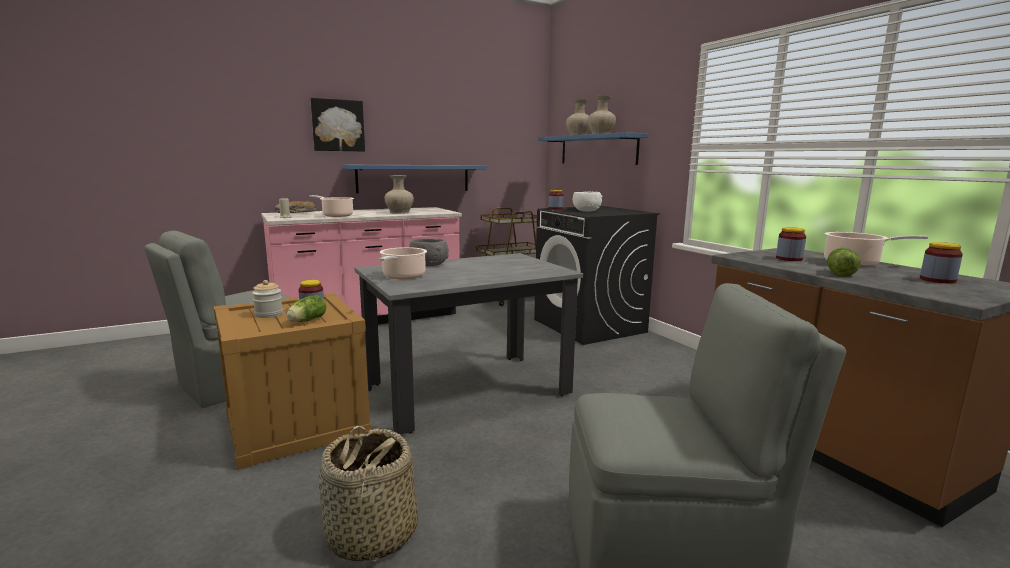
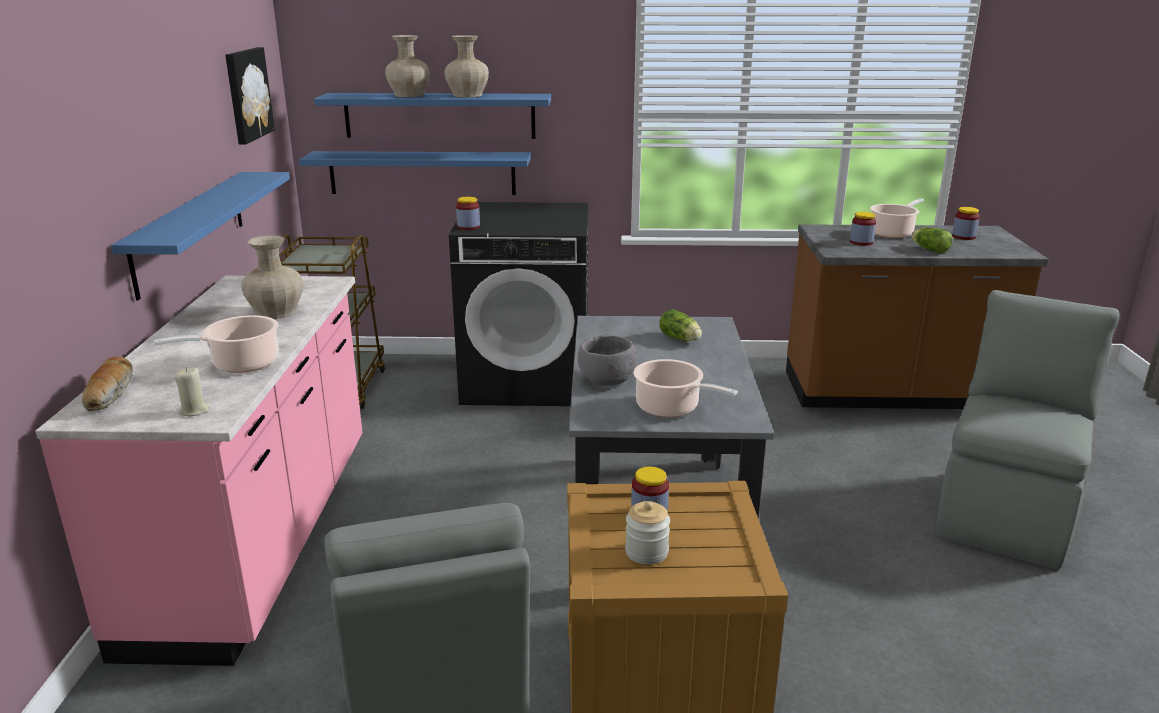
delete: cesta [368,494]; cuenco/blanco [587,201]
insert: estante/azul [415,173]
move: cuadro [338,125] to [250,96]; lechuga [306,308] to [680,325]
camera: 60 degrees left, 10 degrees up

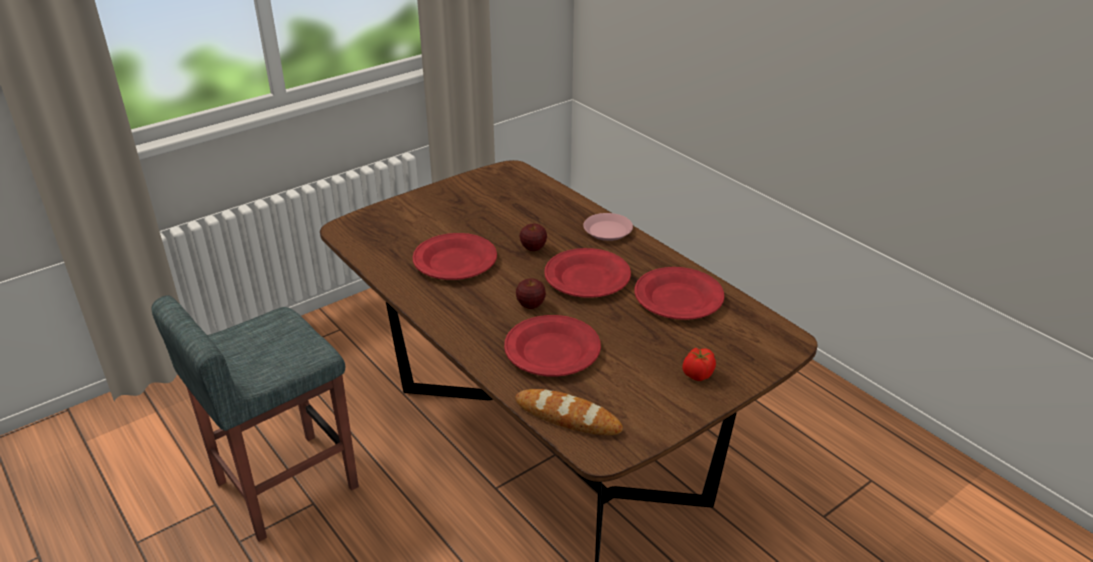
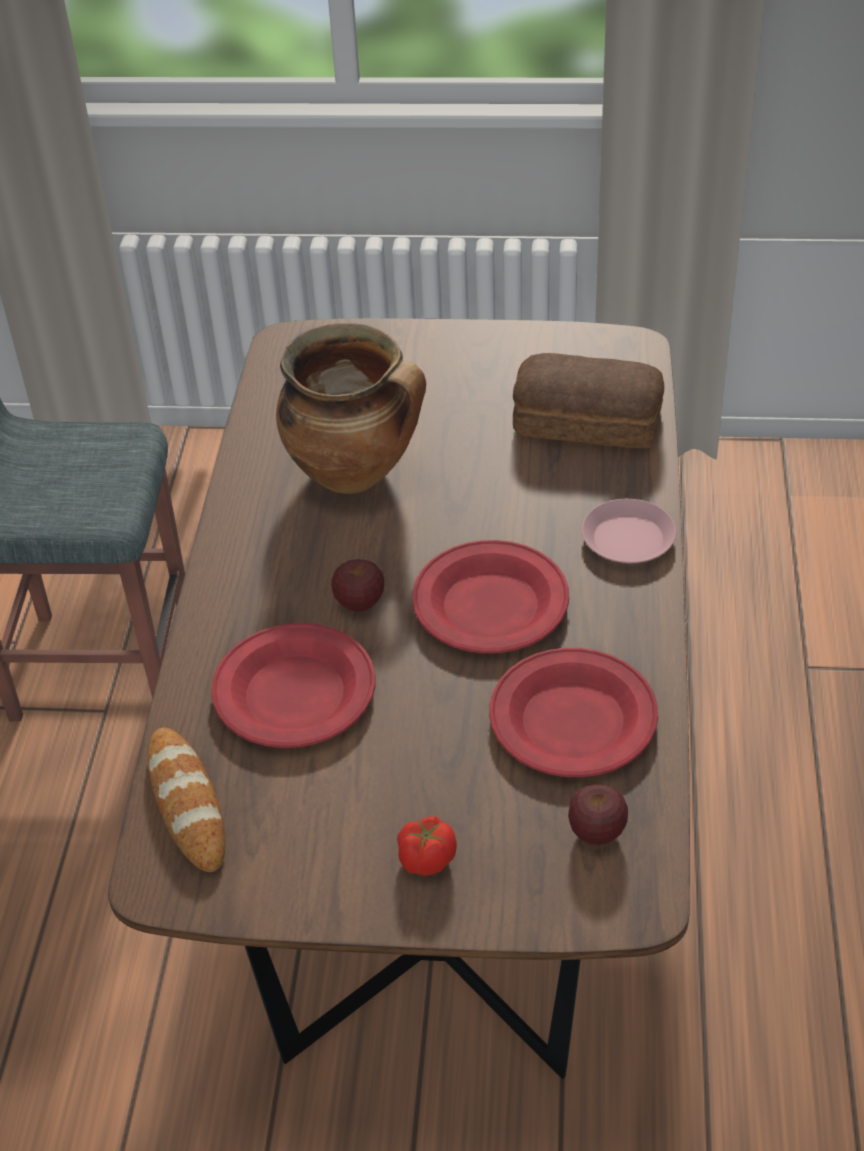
insert: pan [588,400]
move: manzana [533,237] to [598,815]
replace: plato/rojo [455,256] to olla [351,408]
camera: 45 degrees right, 10 degrees up

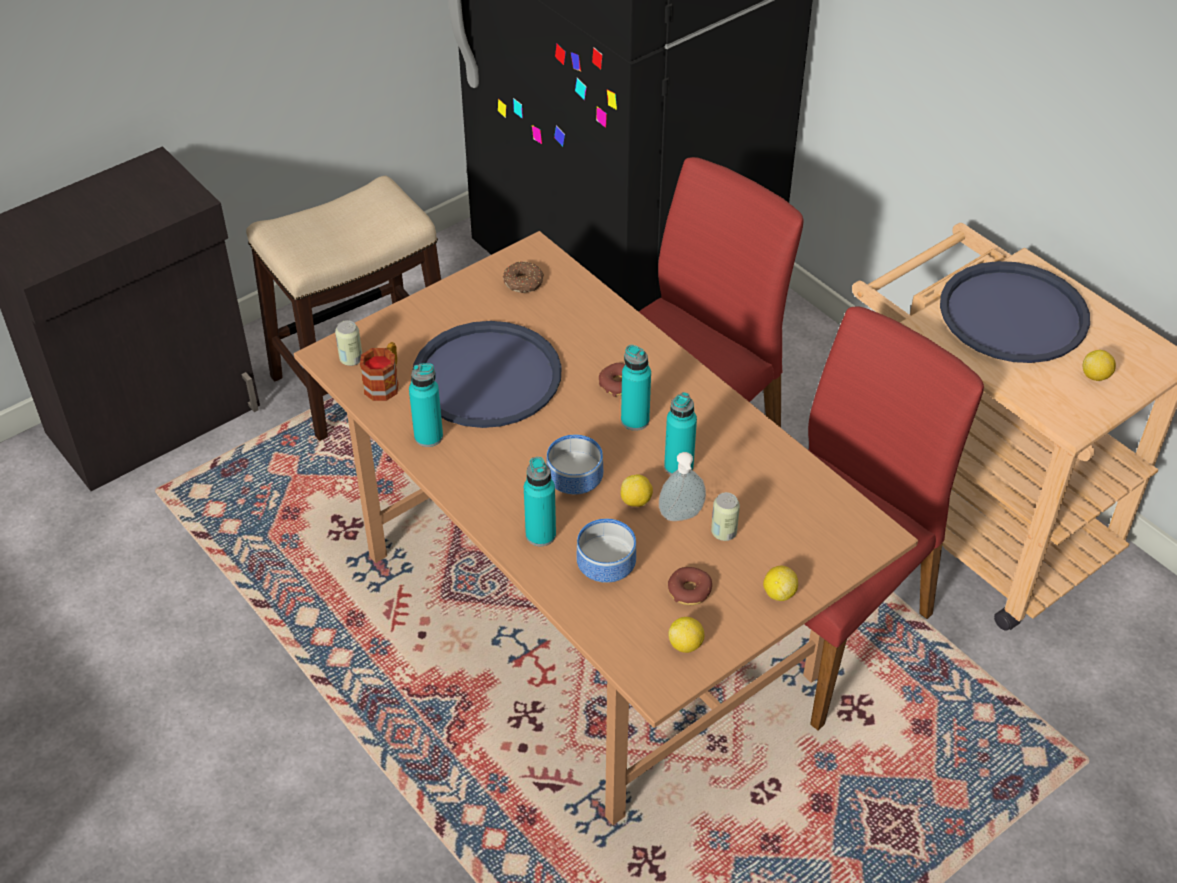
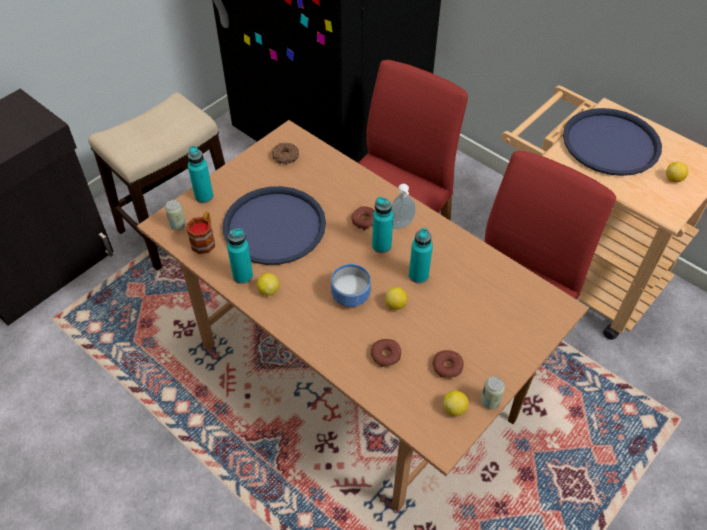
move: botella/turquesa [540,501] to [200,174]; limón [780,583] to [268,284]; dispensador de jabón [682,486] to [403,206]; lata [725,516] to [493,392]
replace: cuenco [606,551] to rosquilla [386,353]
camera: 10 degrees left, 5 degrees up

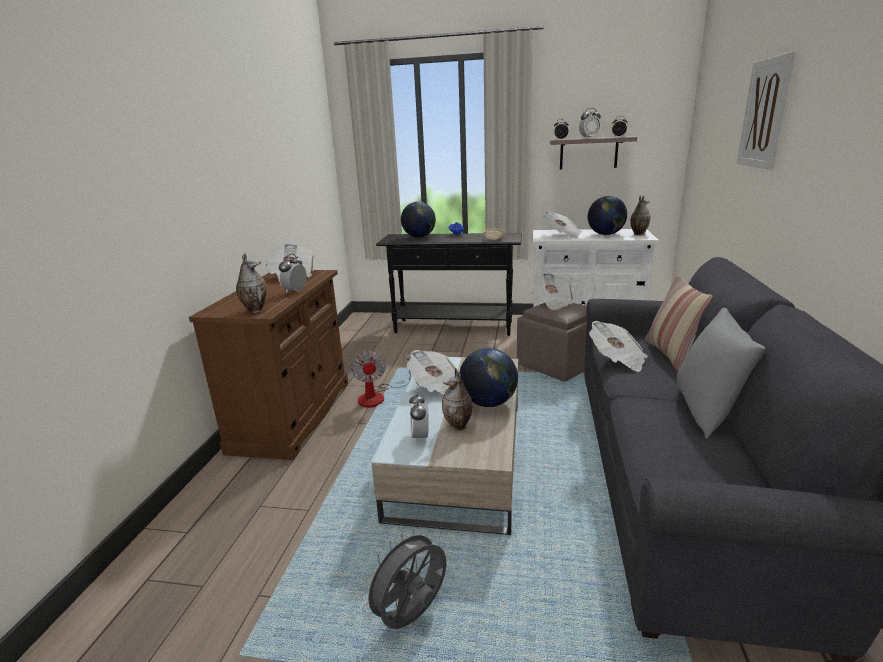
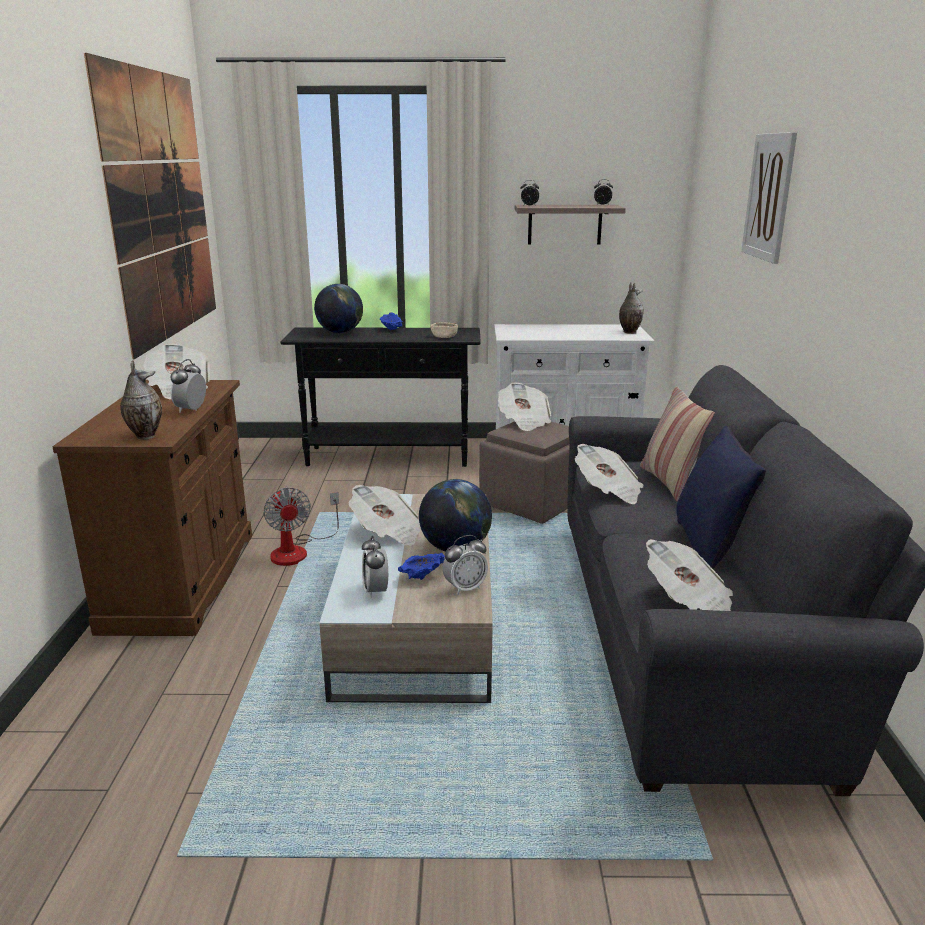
delete: ventilador/gris [403,578]; globo terráqueo [607,215]
insert: cuadro [150,206]
move: despertador [590,123] to [465,565]; periódico [562,224] to [689,575]
replace: florero [457,399] to cuenco/azul [421,566]
recolor: cojín/gris [721,373] to cojín/azul [721,497]
camera: 10 degrees left, 0 degrees up

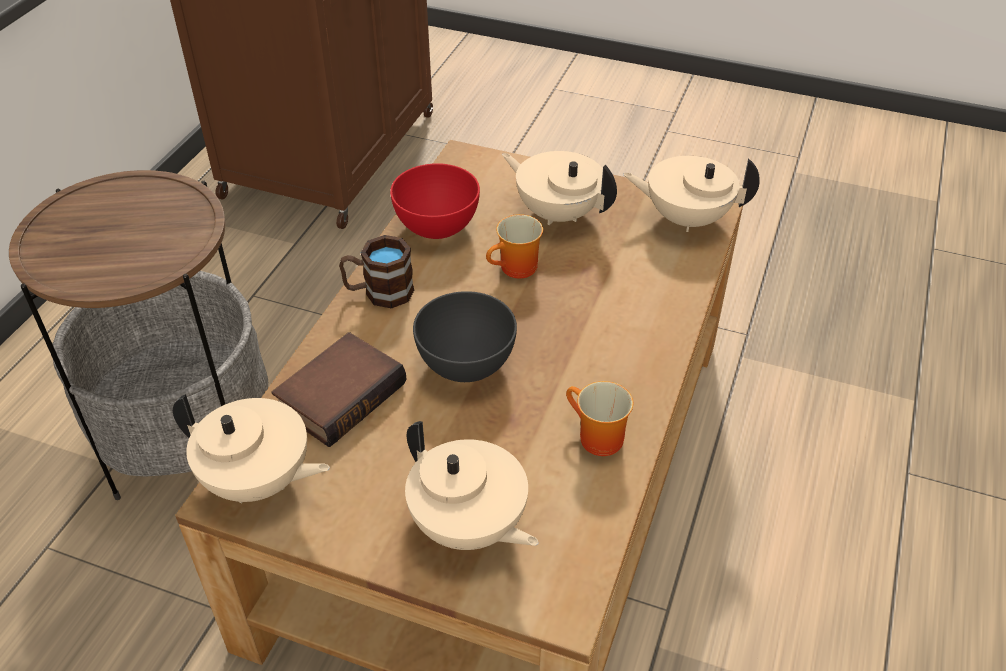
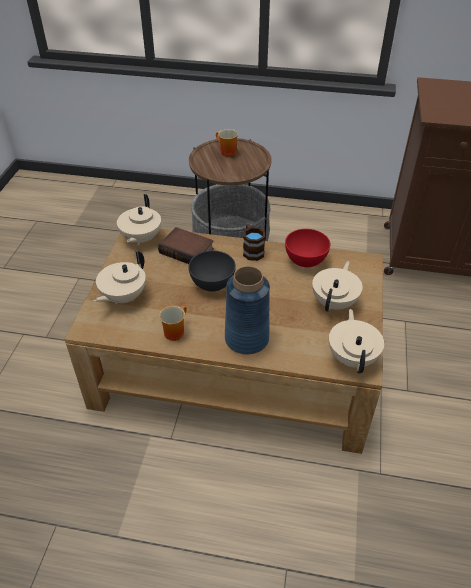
insert: florero/azul [247,310]
move: taza grande [514,246] to [227,143]
camera: 80 degrees right, 0 degrees up

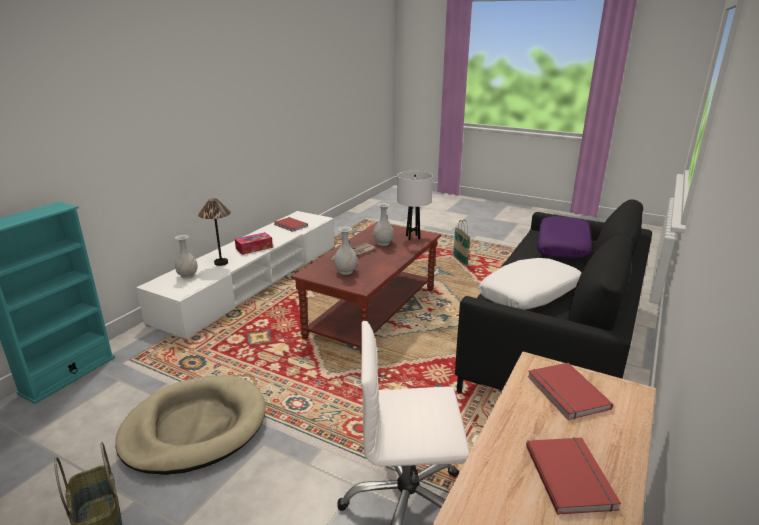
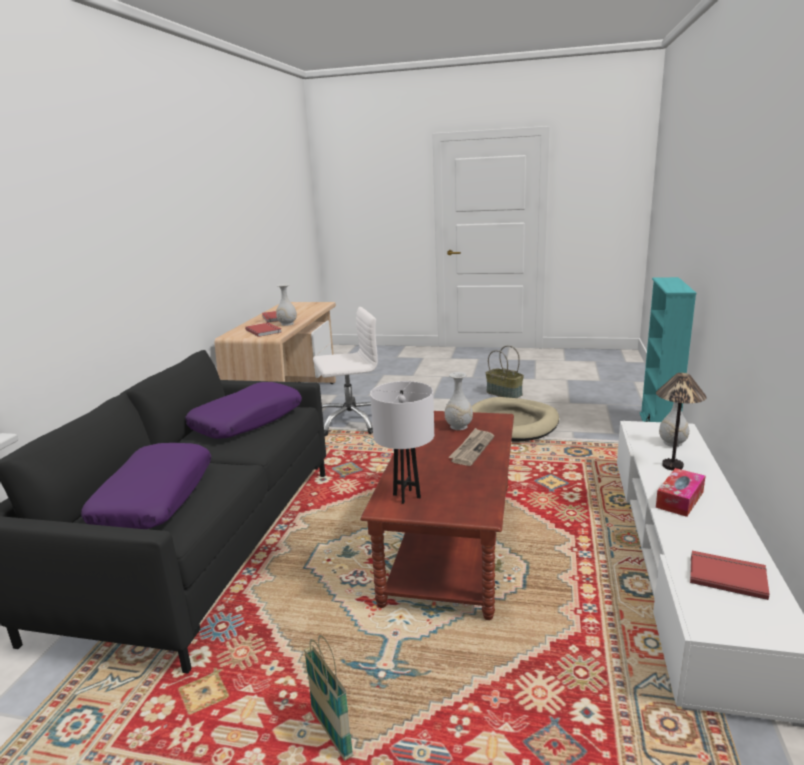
move: florero/blanco [383,224] to [286,305]
recolor: cojín/blanco [530,284] to cojín/morado [243,410]
camera: 165 degrees right, 5 degrees down

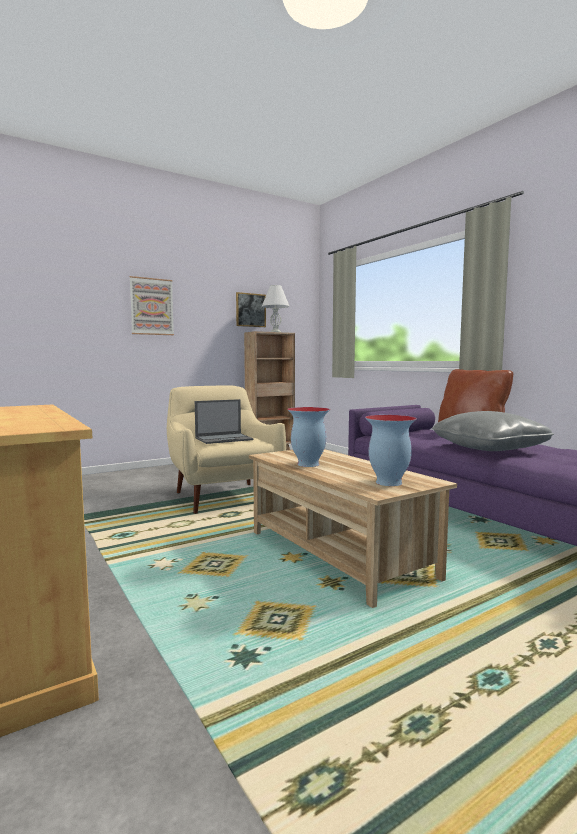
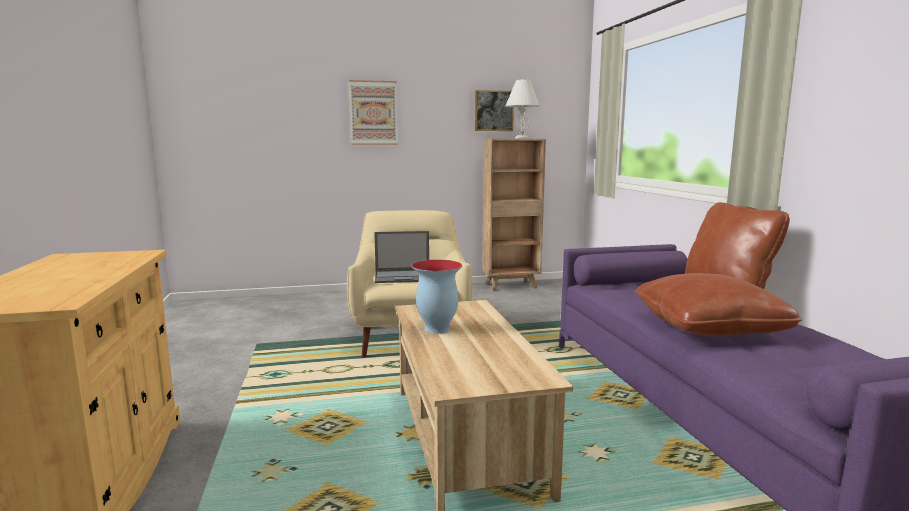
delete: florero [391,450]
recolor: cojín/gris [493,431] to cojín/marrón [718,304]
camera: 20 degrees right, 5 degrees up

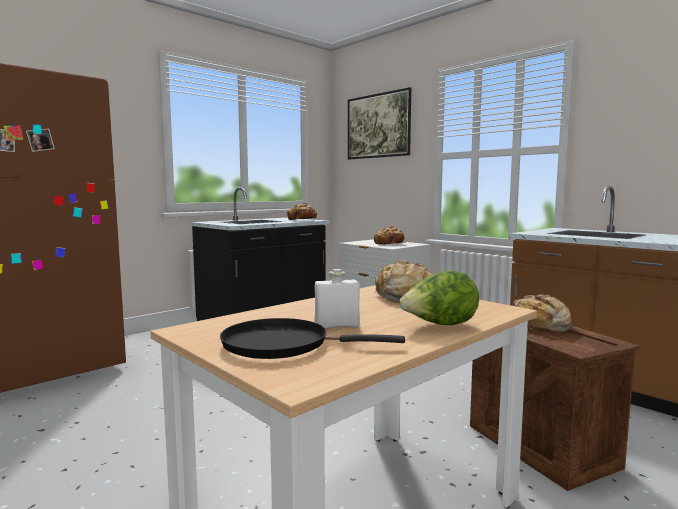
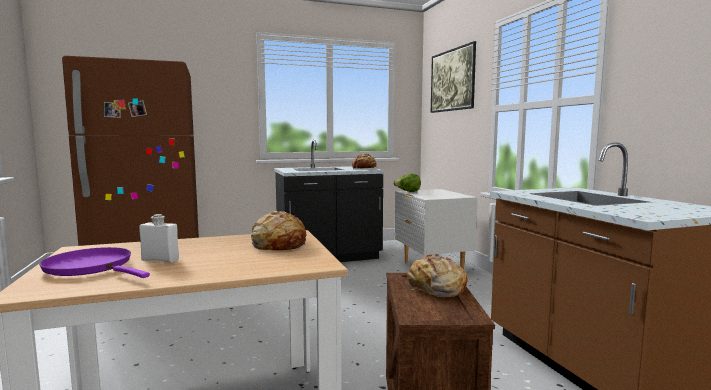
delete: pan [390,235]
move: lechuga [439,298] to [407,183]
recolor: sartén/negro [312,338] to sartén/morado [94,262]
camera: 25 degrees right, 0 degrees up

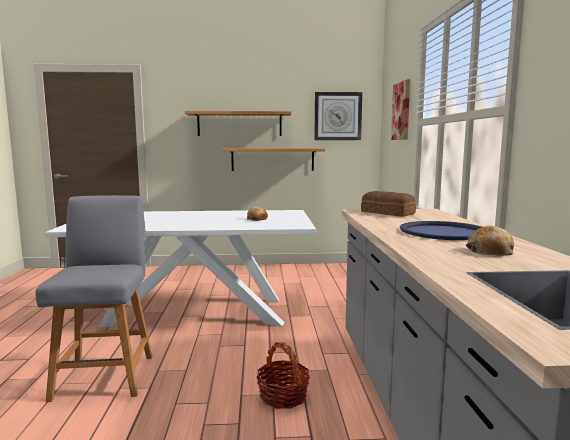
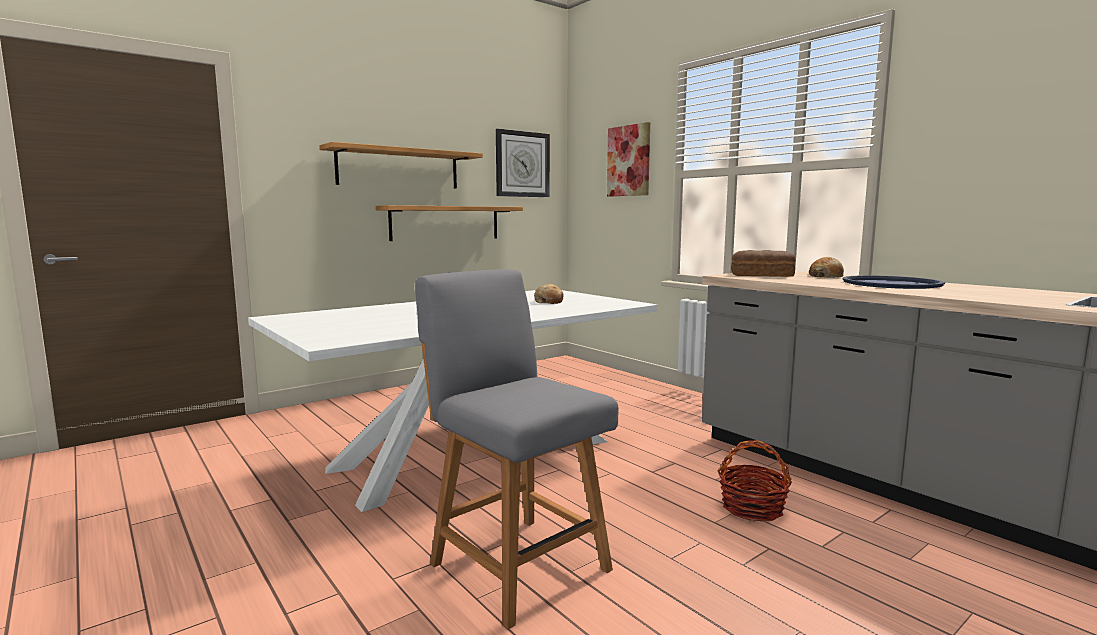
move: pan [490,241] to [826,267]
camera: 35 degrees left, 0 degrees up

